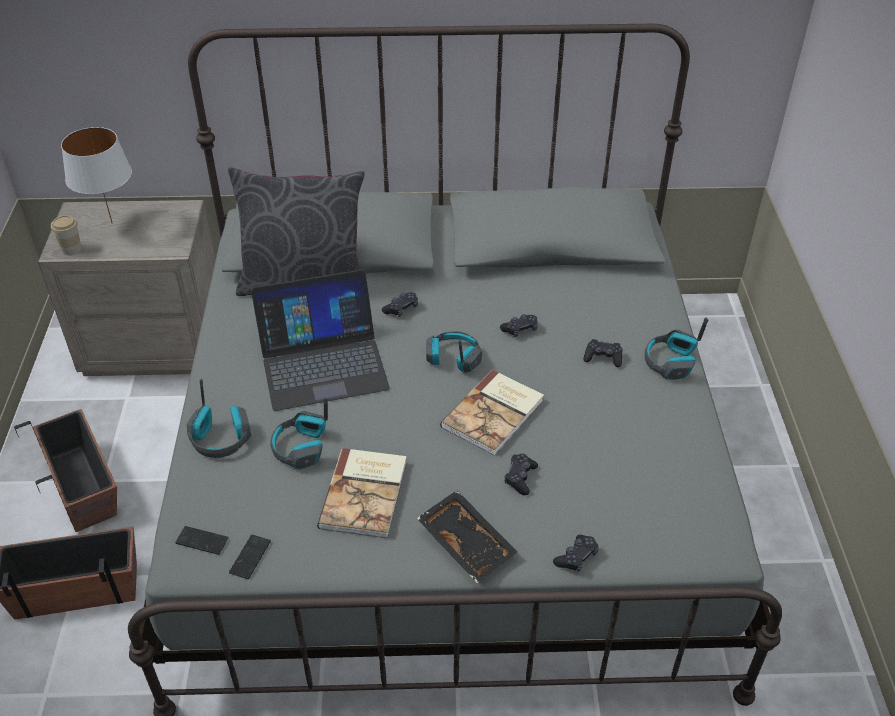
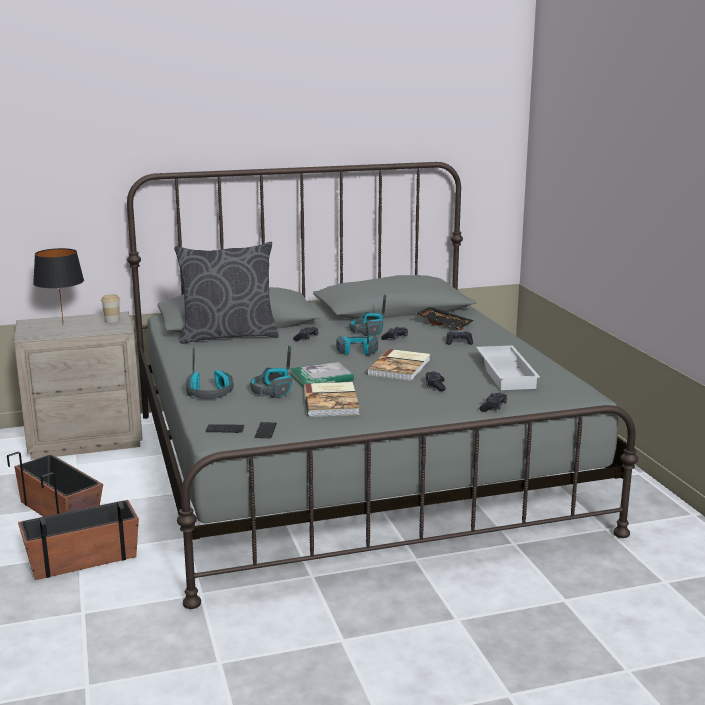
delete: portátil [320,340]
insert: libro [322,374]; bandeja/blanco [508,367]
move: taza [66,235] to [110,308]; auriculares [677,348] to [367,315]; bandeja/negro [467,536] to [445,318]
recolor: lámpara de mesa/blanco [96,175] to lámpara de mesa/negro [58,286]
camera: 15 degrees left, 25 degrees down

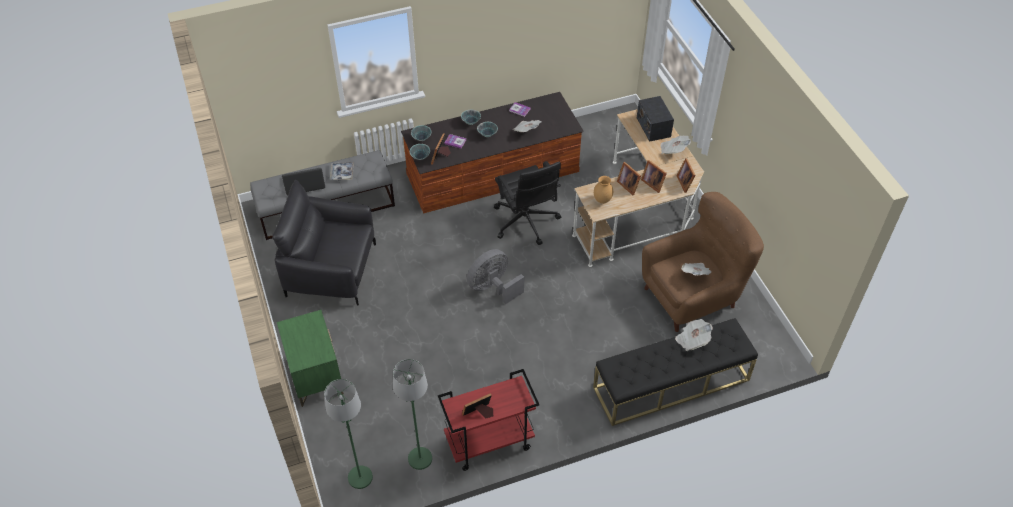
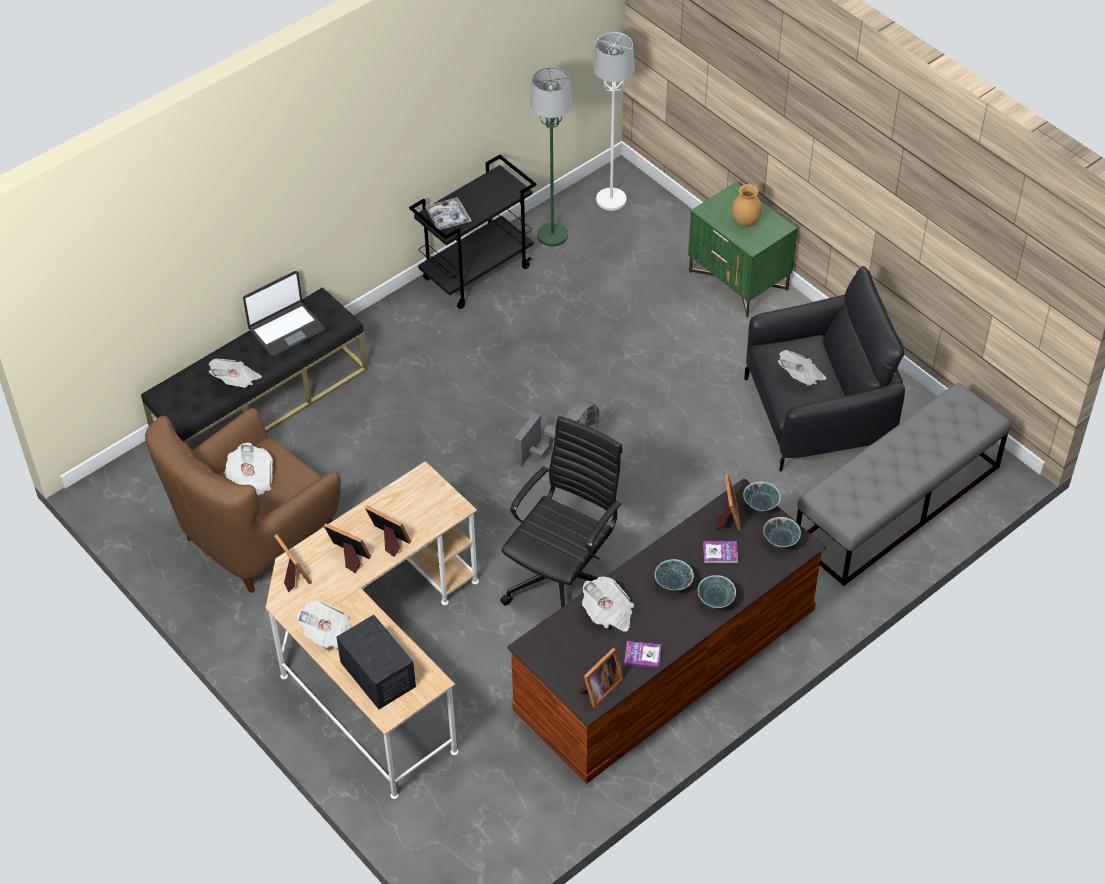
insert: periódico [802,368]
move: portátil [303,181] to [284,314]; bandeja [342,171] to [448,213]; portarretratos [477,406] to [600,678]; florero/marrón [603,190] to [747,205]
recolor: carrito/rojo [488,420] to carrito/negro [472,231]; lámpara de pie/verde [348,434] to lámpara de pie/blanco [614,121]
rotate: silla de oficina/negro [527,203] = [561,512] 75 degrees clockwise
camera: 160 degrees right, 0 degrees up

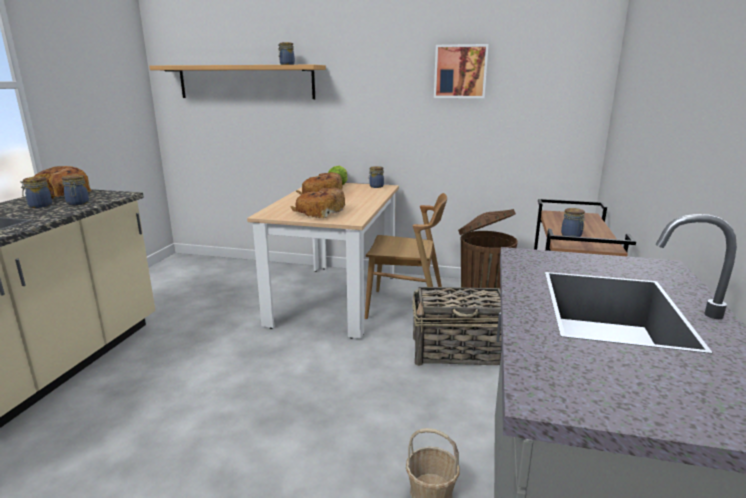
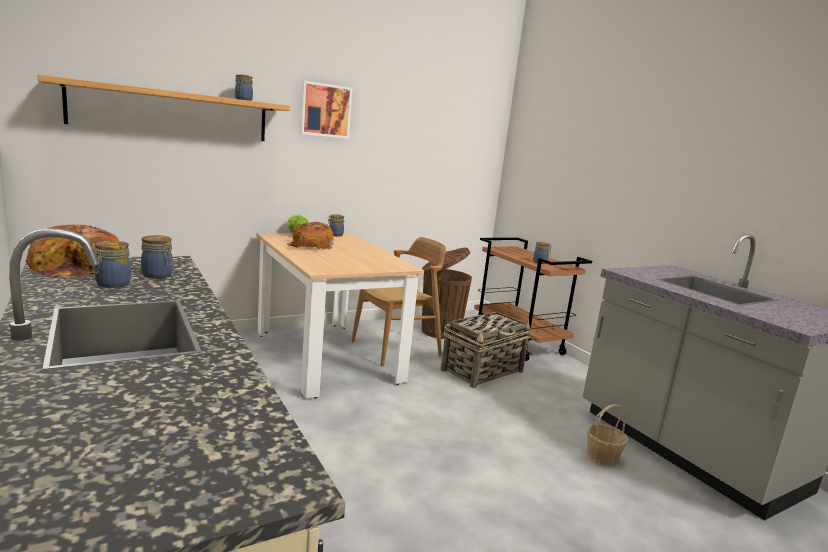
delete: pan [318,203]
move: cuadro [461,71] to [326,110]
camera: 45 degrees left, 5 degrees down

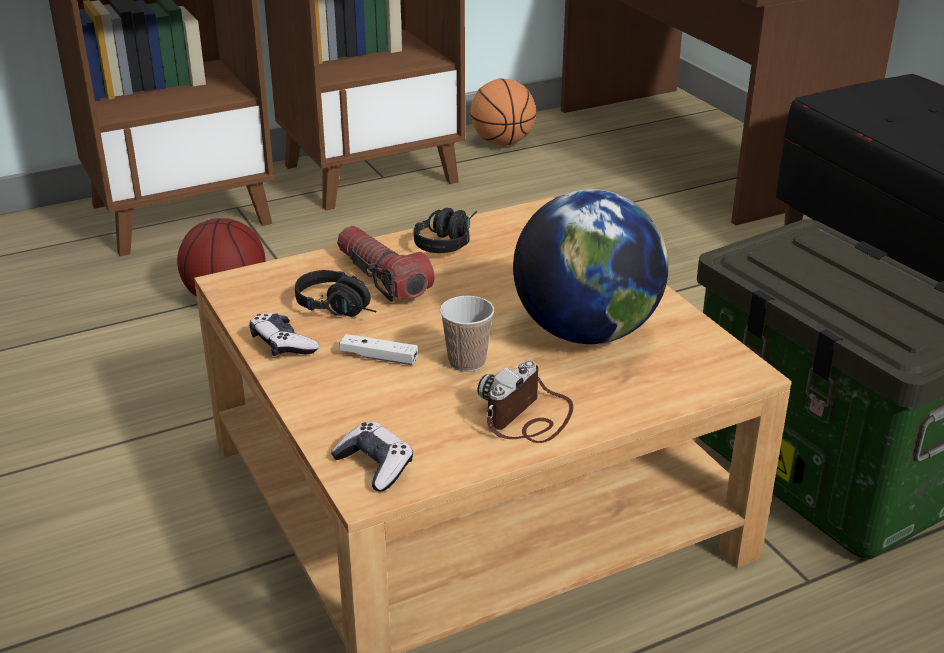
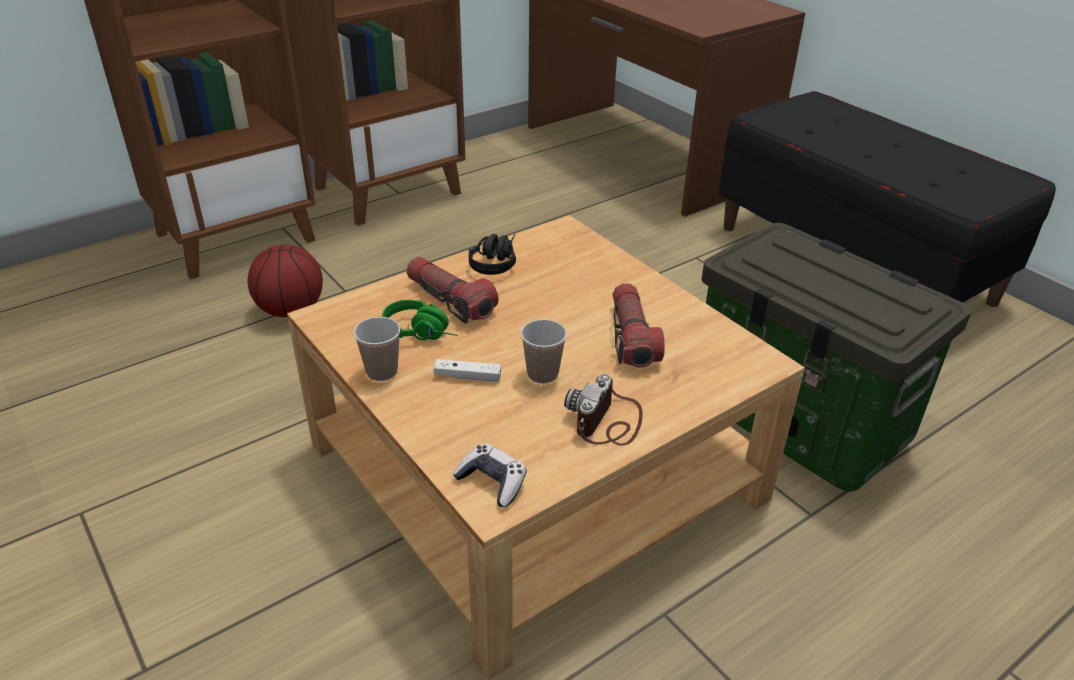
delete: balón de baloncesto [503,112]
replace: mando de consola [284,334] to taza [377,349]; globo terráqueo [591,266] to linterna [639,325]
recolor: auriculares/negro [336,293] to auriculares/verde [420,320]
camera: 10 degrees left, 5 degrees up

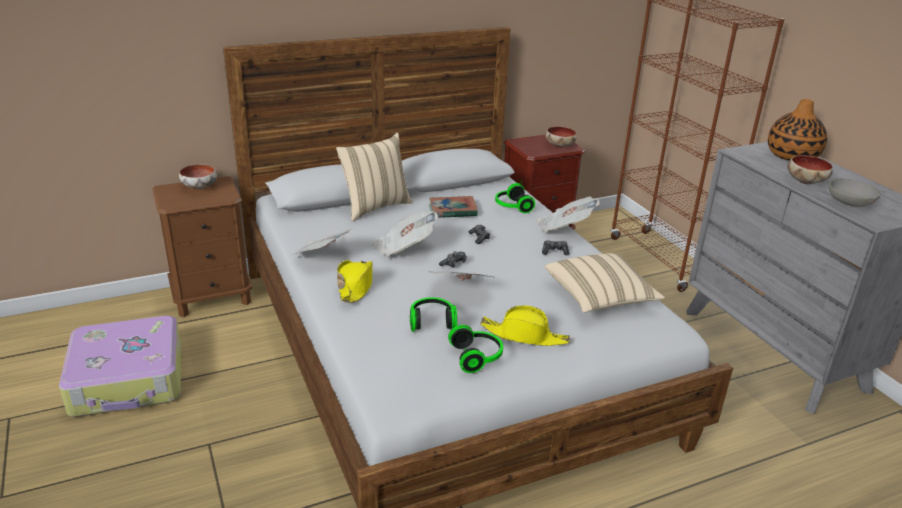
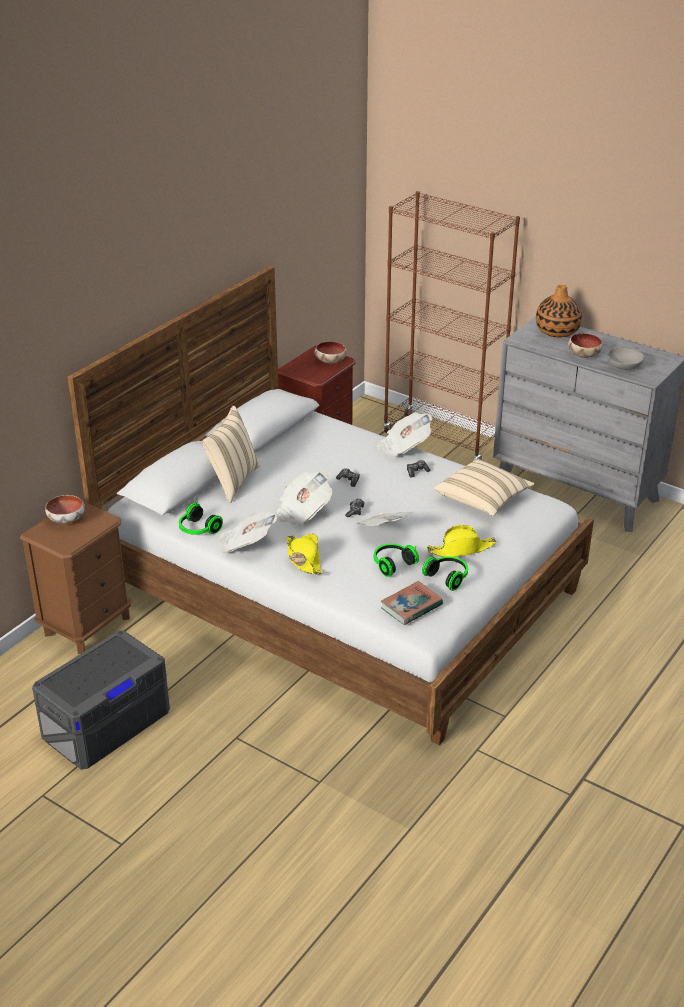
move: auriculares [515,196] to [201,517]; libro [453,207] to [412,603]
replace: maleta [120,366] to caja de almacenaje/gris [101,700]
camera: 30 degrees left, 5 degrees up

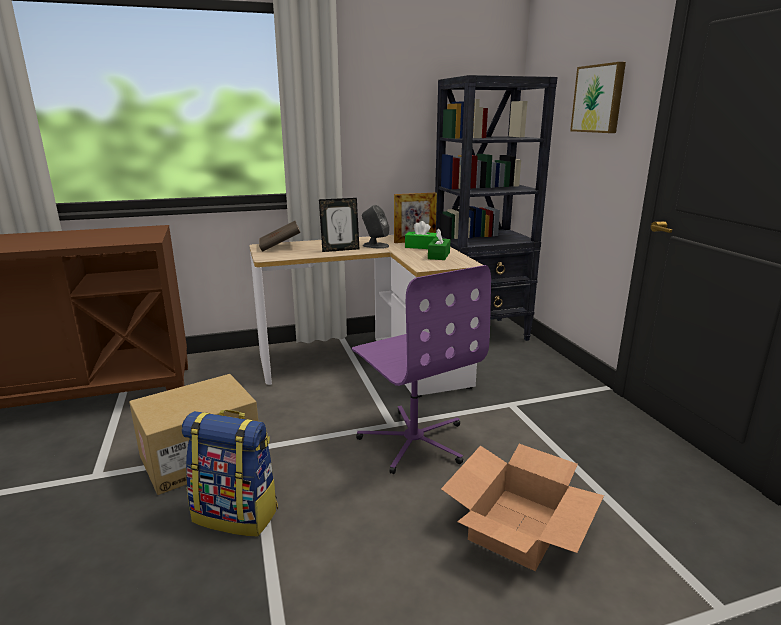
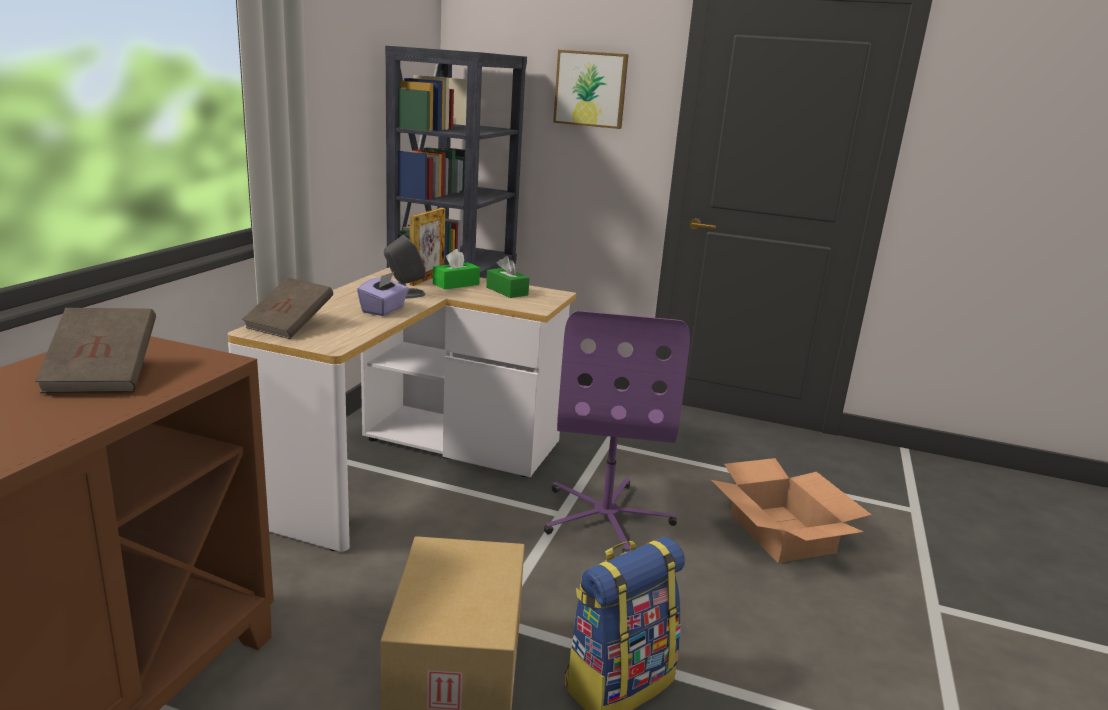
insert: libro/marrón [95,350]
replace: portarretratos [339,225] to caja de pañuelos/morado [382,294]
rotate: silla de oficina/morado [421,369] = [617,432] 90 degrees clockwise
camera: 55 degrees left, 0 degrees up

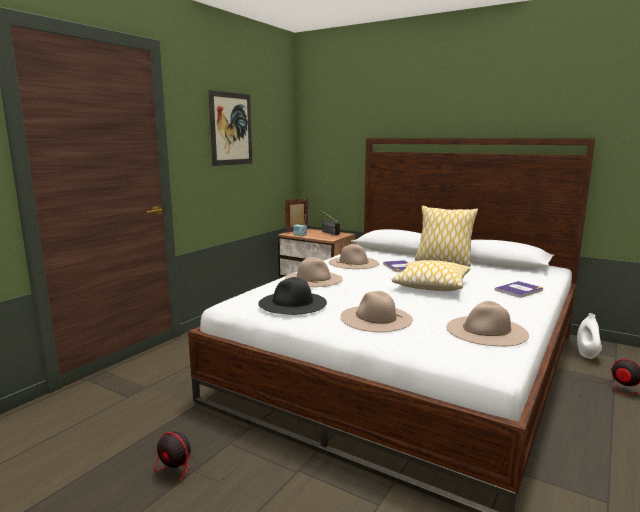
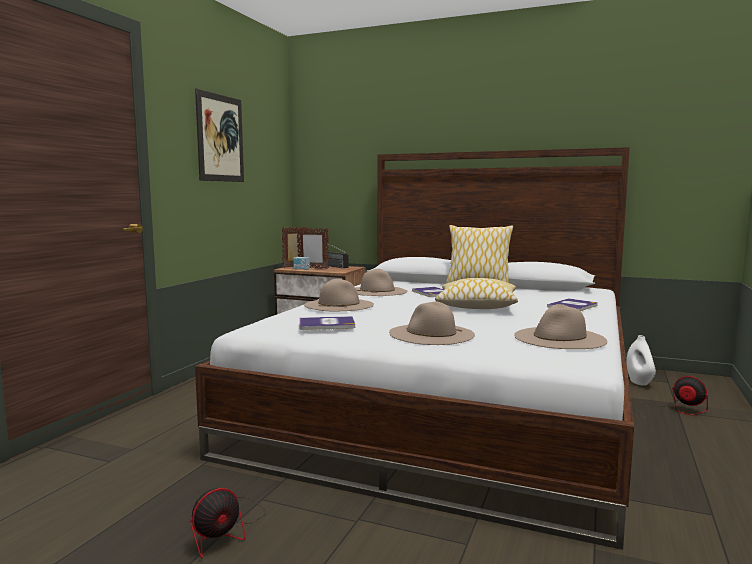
insert: portarretratos [313,248]
replace: sombrero/negro [292,296] to libro [327,323]
rotate: ventilador [199,456] = [228,523] 60 degrees counterclockwise
camera: 10 degrees left, 5 degrees down

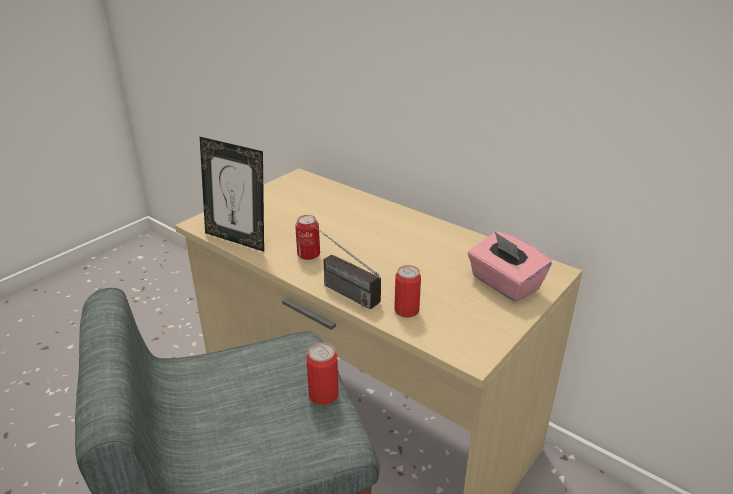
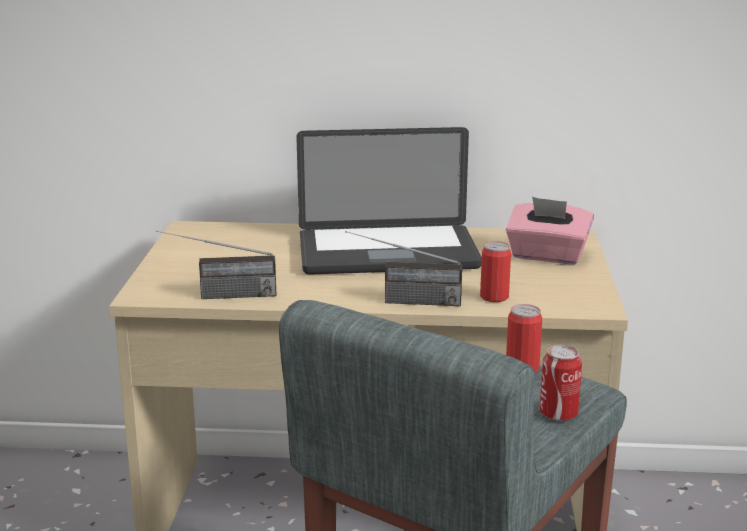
insert: portátil [389,201]
move: lata [307,237] to [561,383]
replace: portarretratos [232,194] to radio [216,264]
camera: 35 degrees left, 10 degrees down

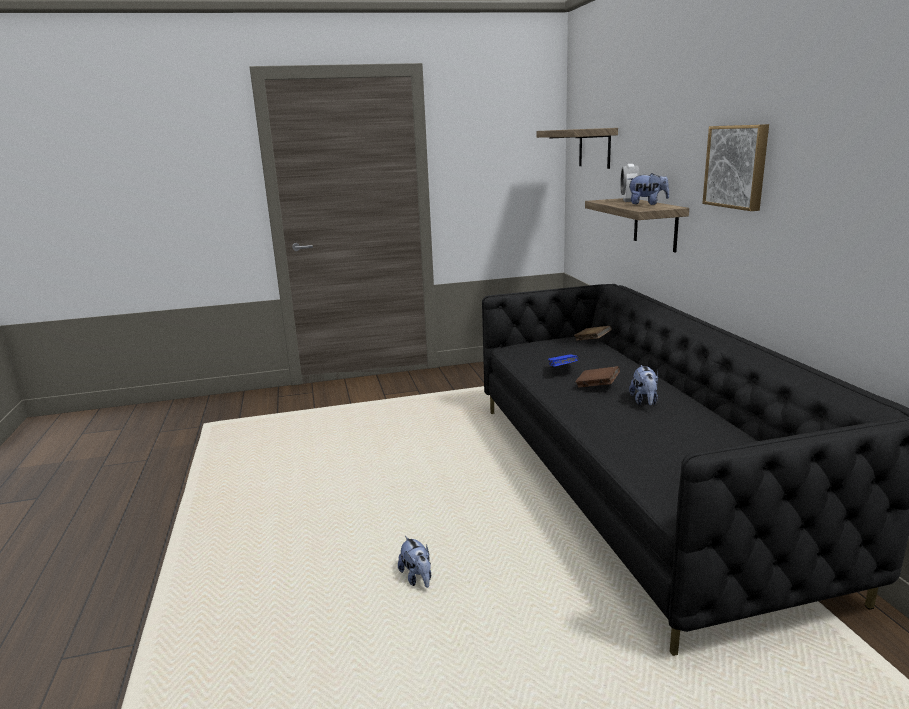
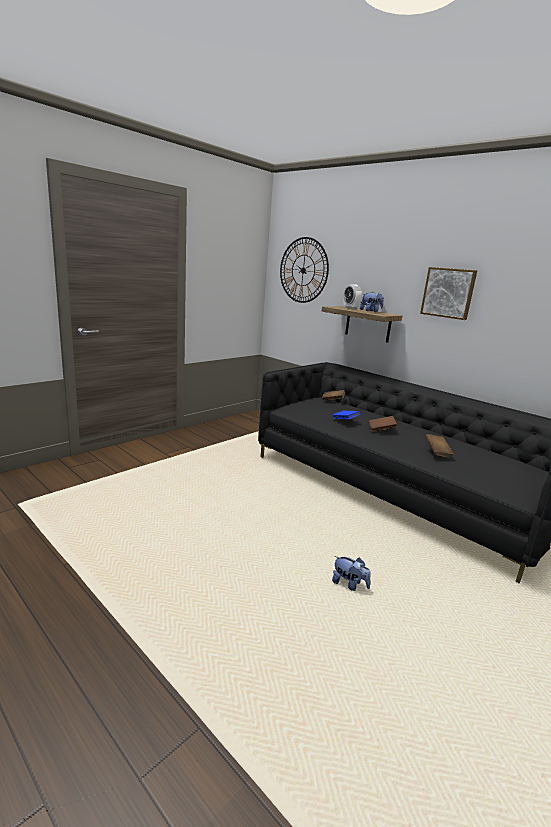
delete: peluche [643,385]
insert: libro/marrón [439,446]
replace: estante [577,148] to reloj de pared [304,270]
camera: 35 degrees left, 0 degrees up

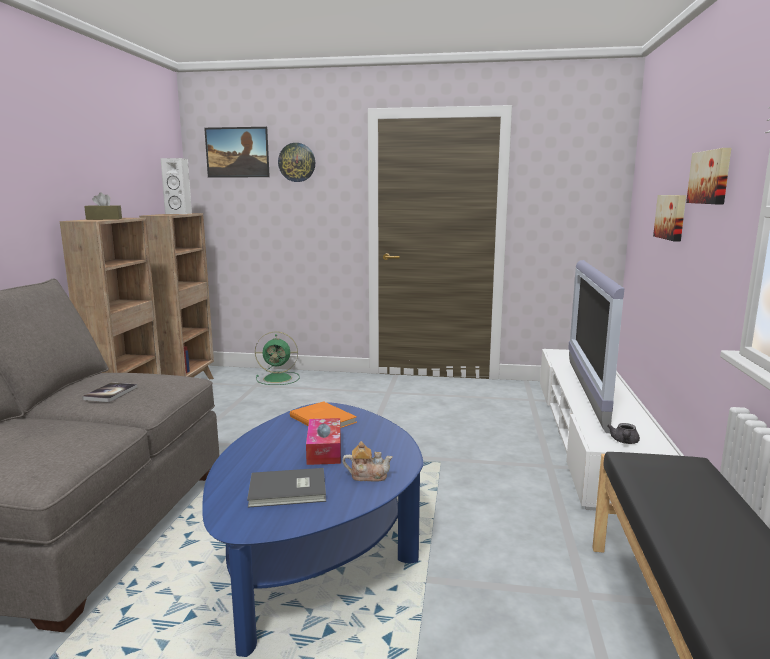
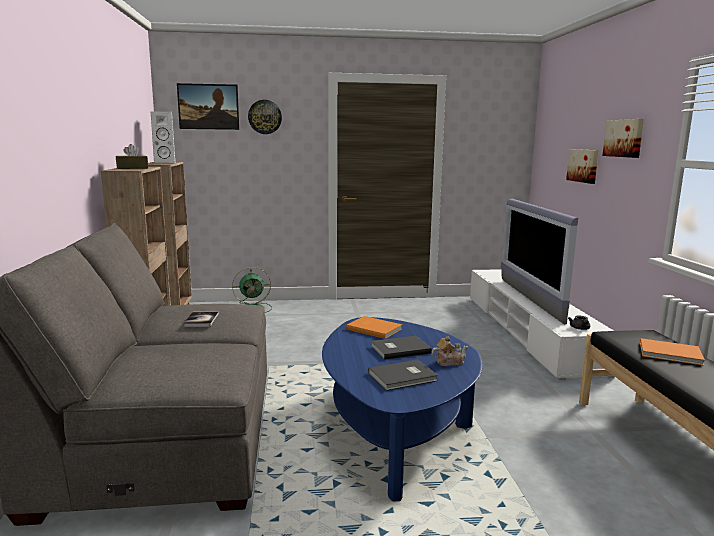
insert: libro/naranja [672,352]
replace: caja de pañuelos [323,441] to libro/gris [401,348]
camera: 15 degrees left, 0 degrees up

